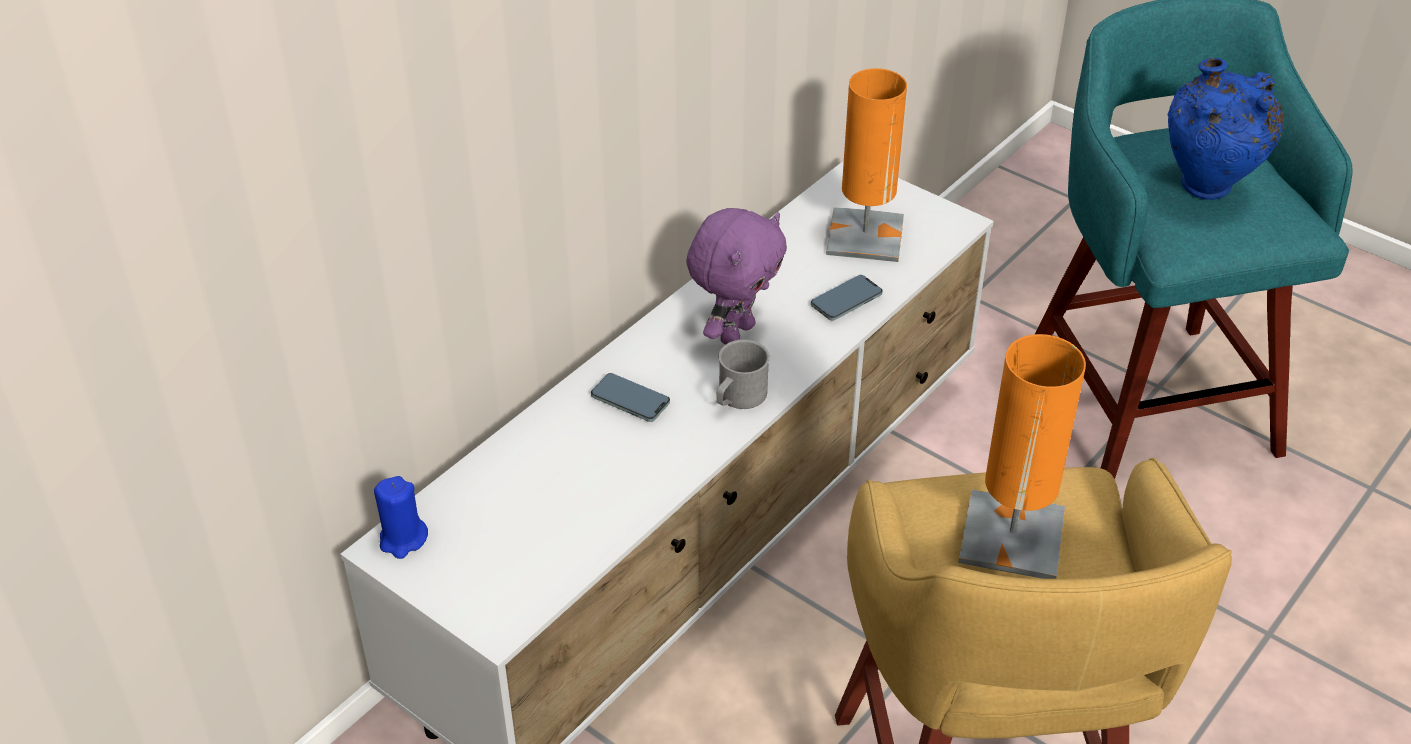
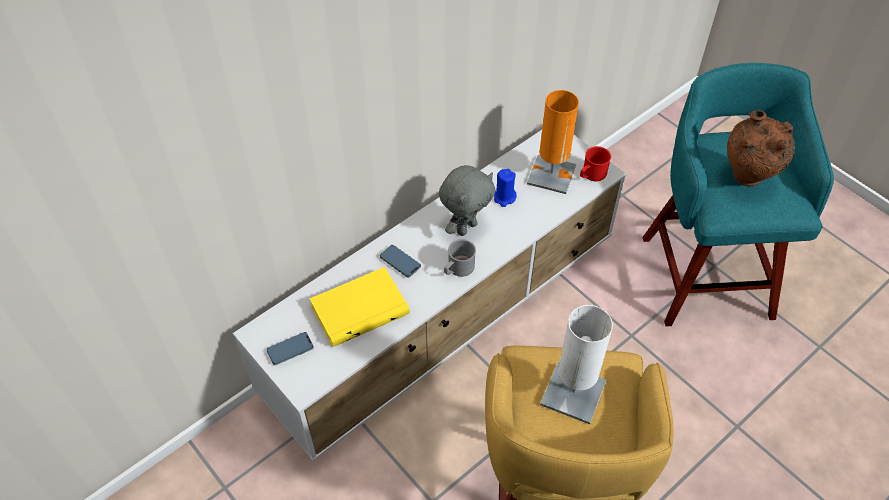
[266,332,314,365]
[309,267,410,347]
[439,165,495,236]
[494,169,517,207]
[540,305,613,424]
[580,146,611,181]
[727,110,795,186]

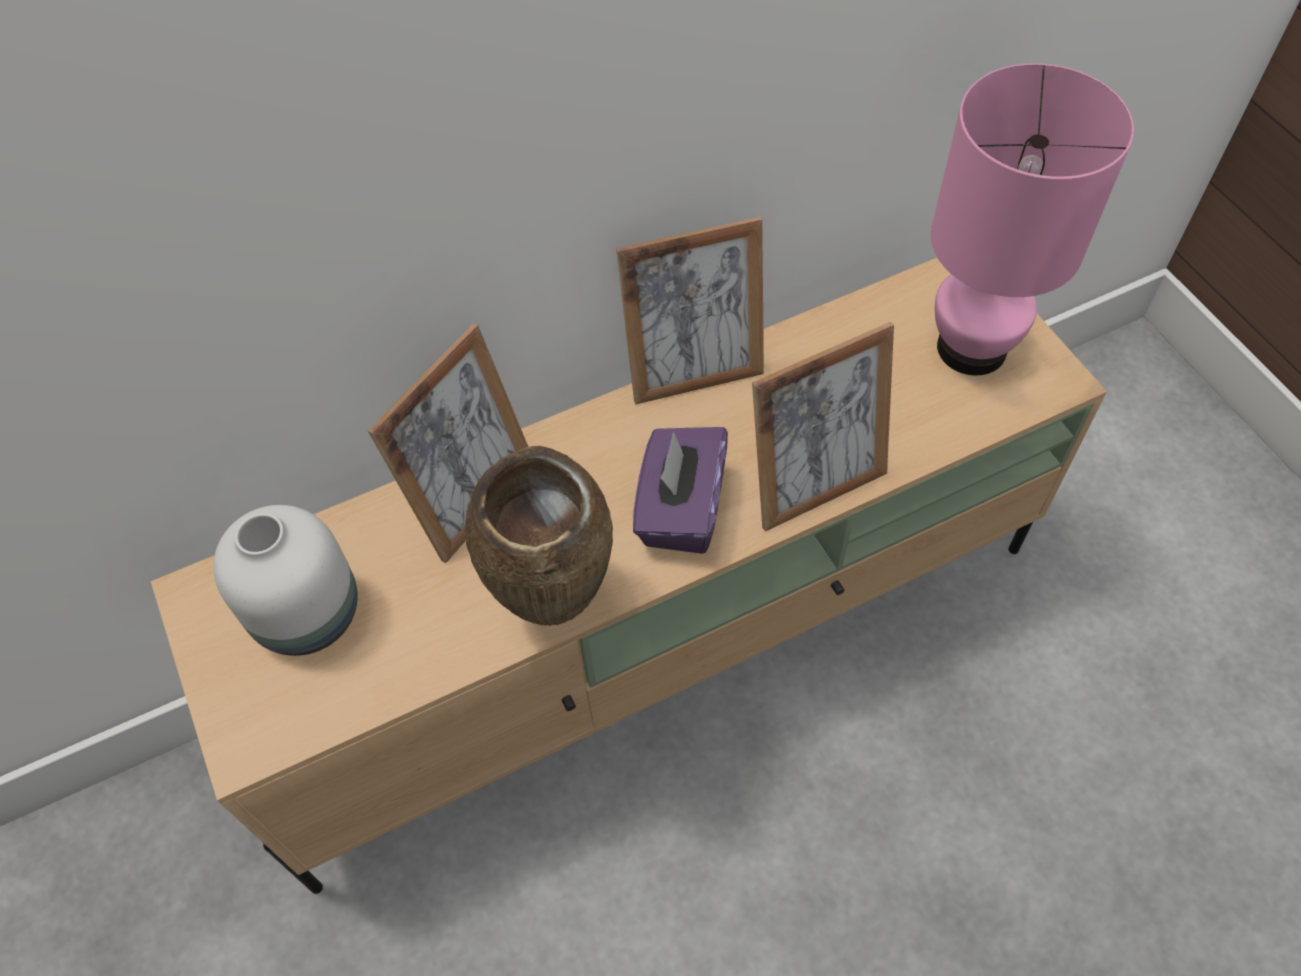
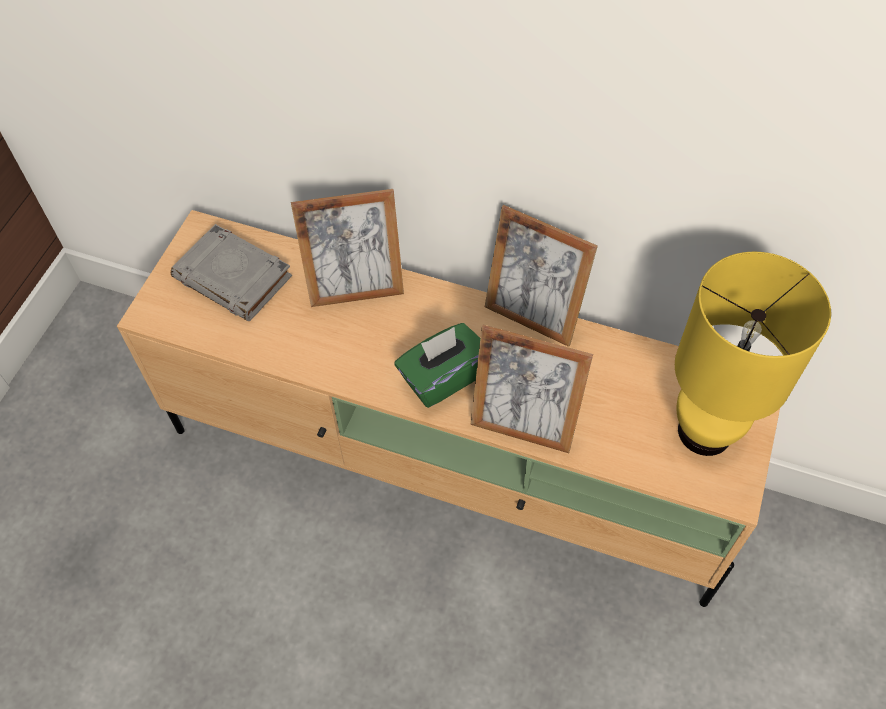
[171,224,292,321]
[394,323,480,408]
[675,252,831,456]
[464,446,613,626] (first image)

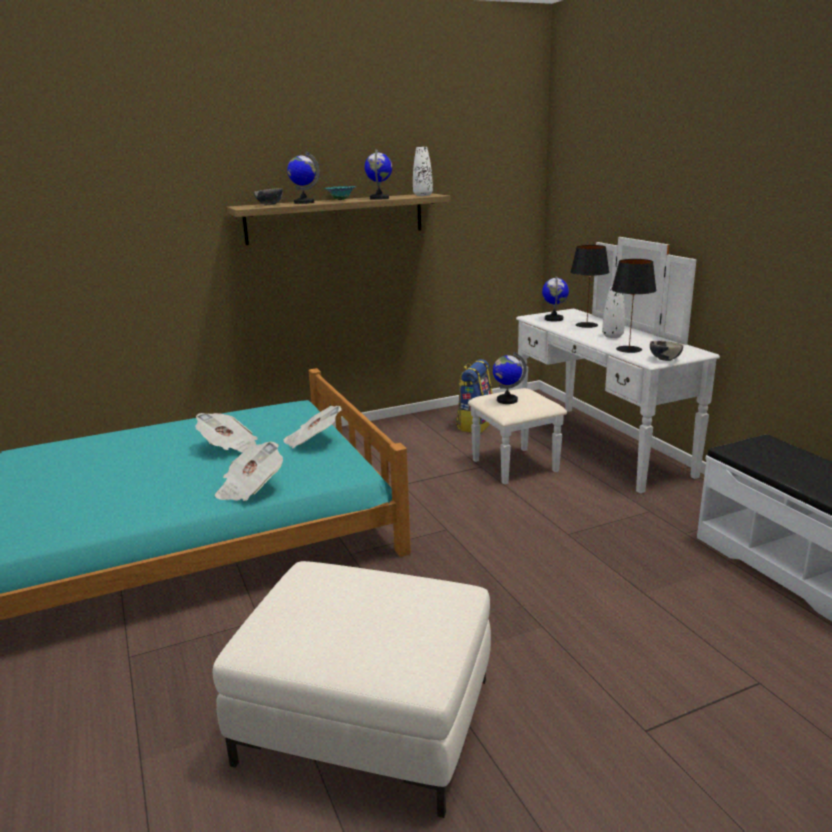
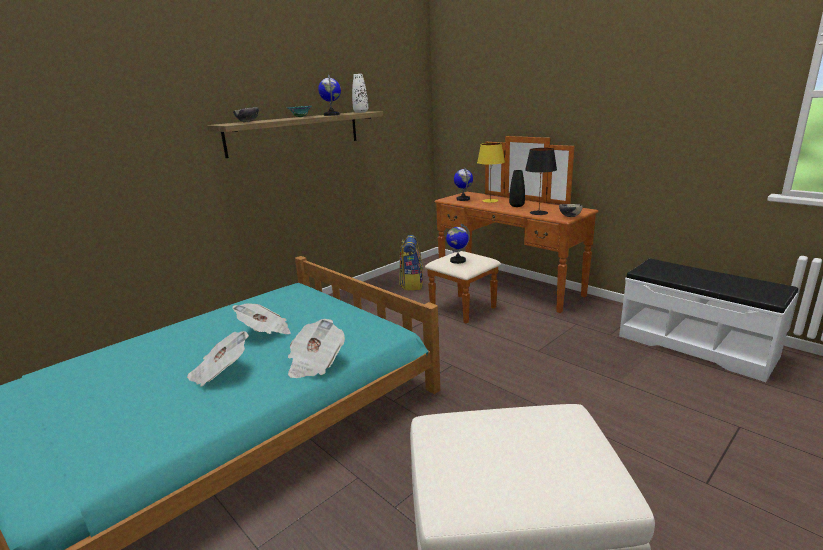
[187,331,249,386]
[425,136,598,324]
[477,143,505,203]
[509,170,525,207]
[287,151,320,204] (first image)

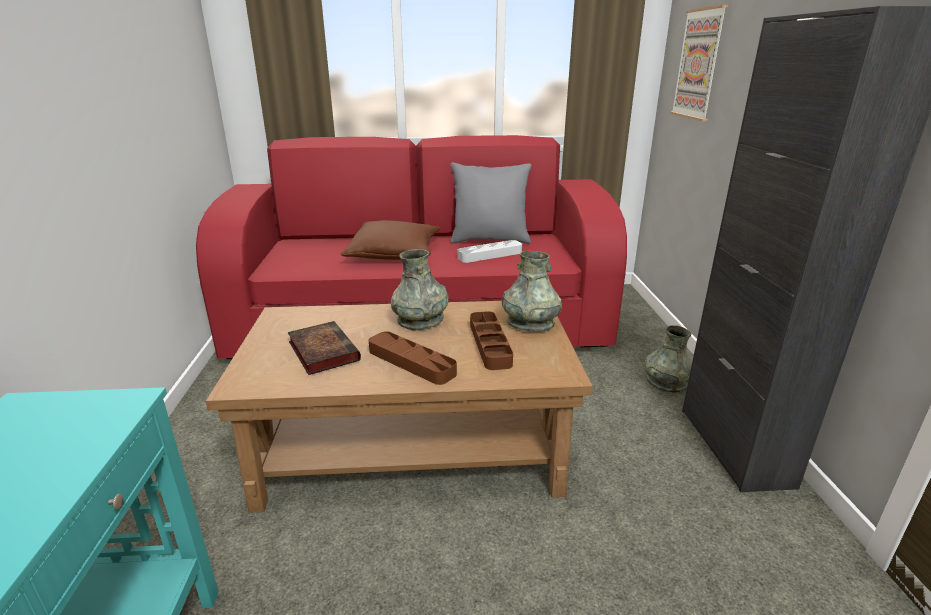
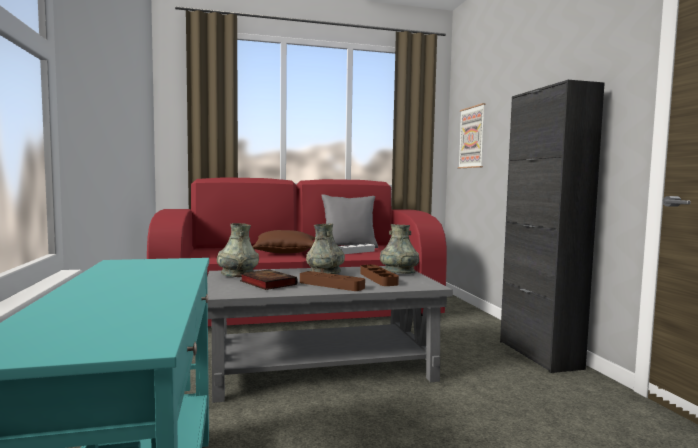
[207,266,453,403]
[217,223,259,277]

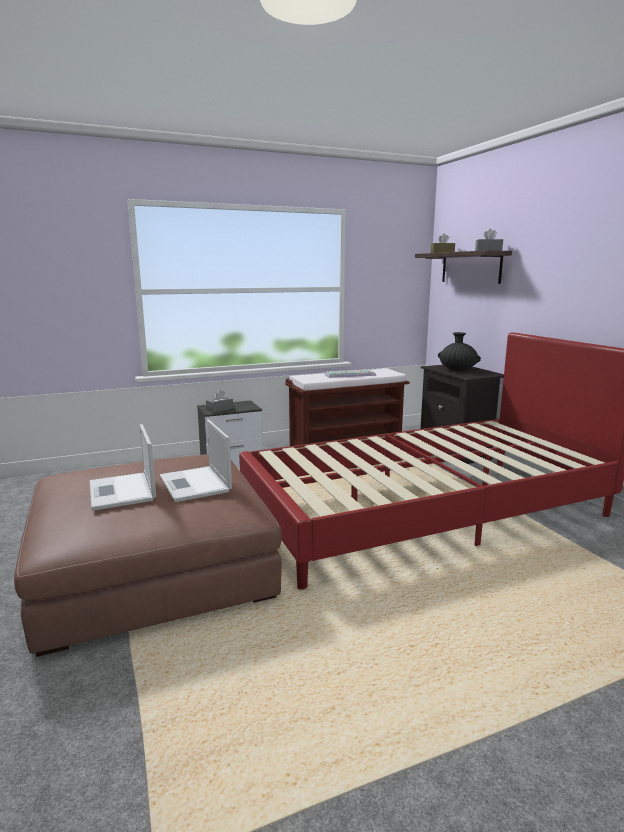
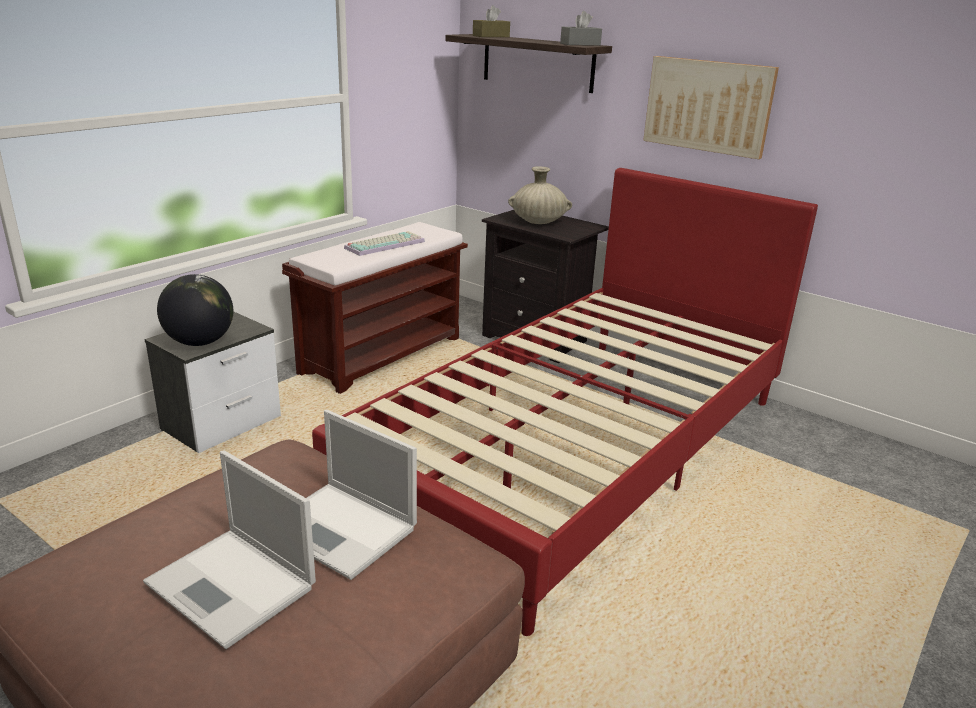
[157,274,233,346]
[508,166,572,224]
[643,56,779,159]

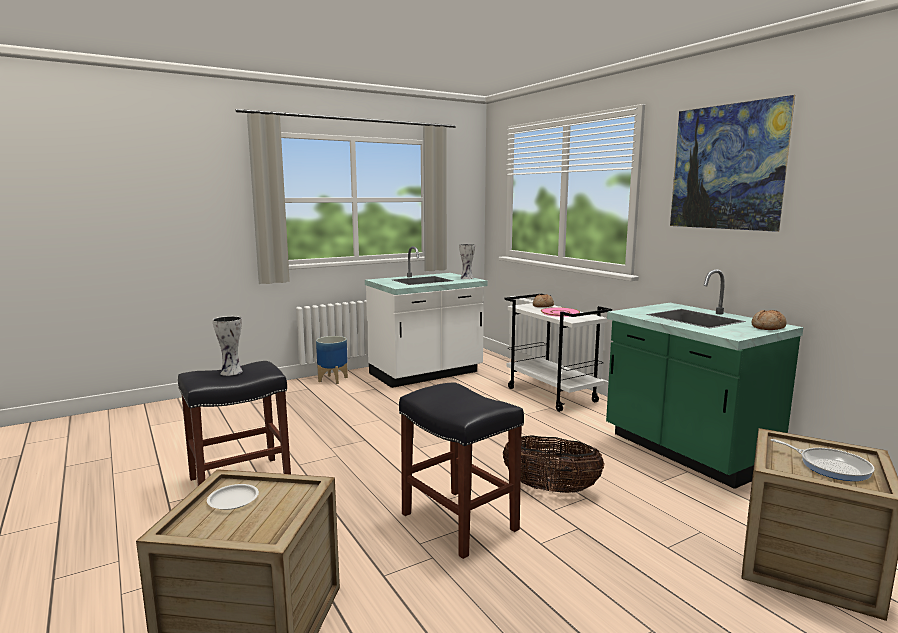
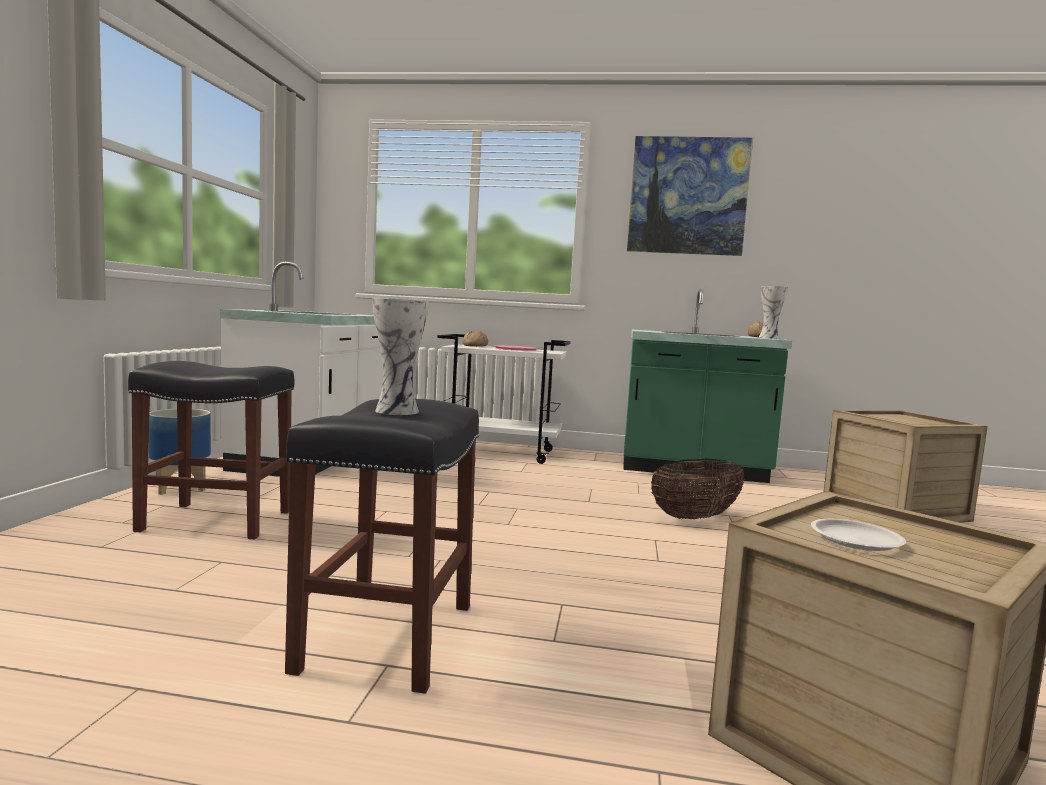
[128,361,294,539]
[759,286,788,339]
[771,439,875,481] (first image)

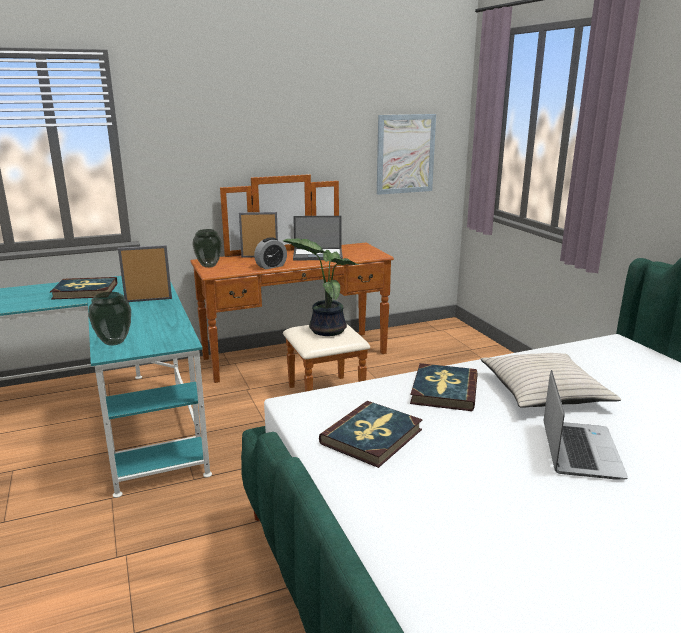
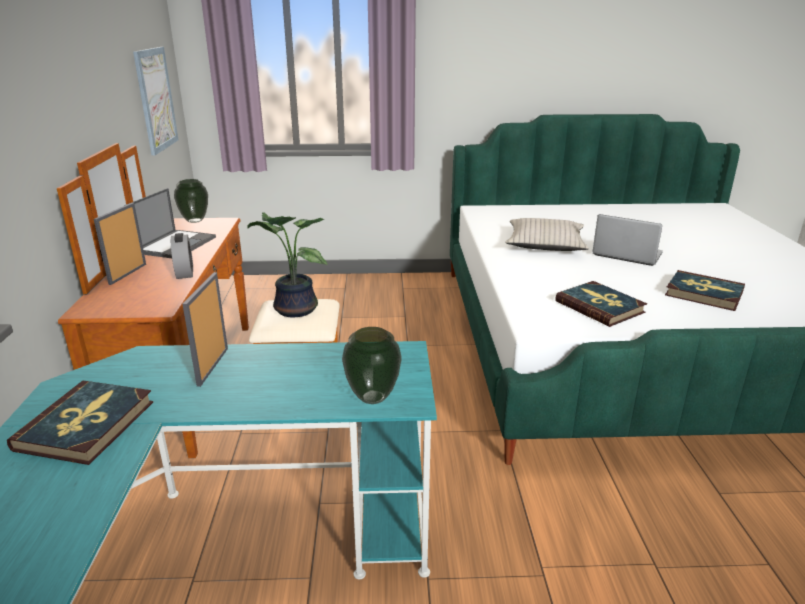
[174,179,208,223]
[665,270,745,311]

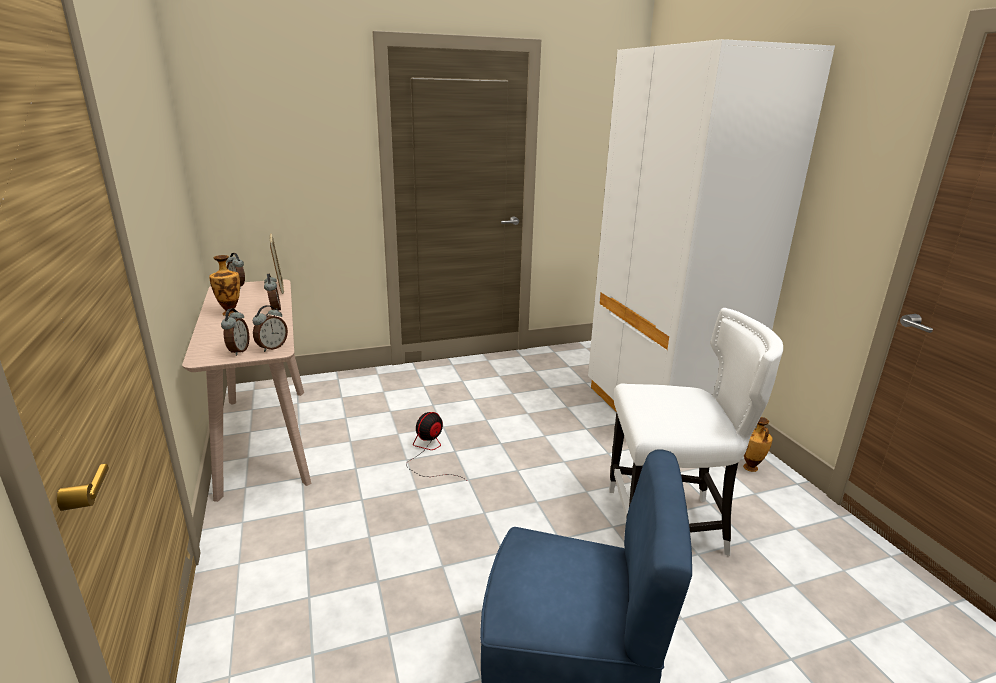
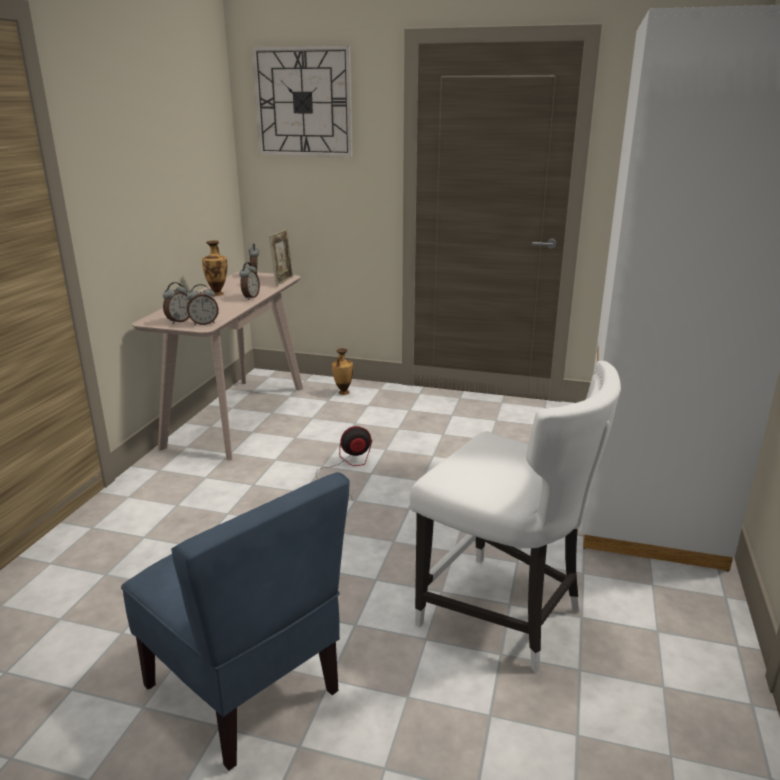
[252,45,353,157]
[332,348,353,395]

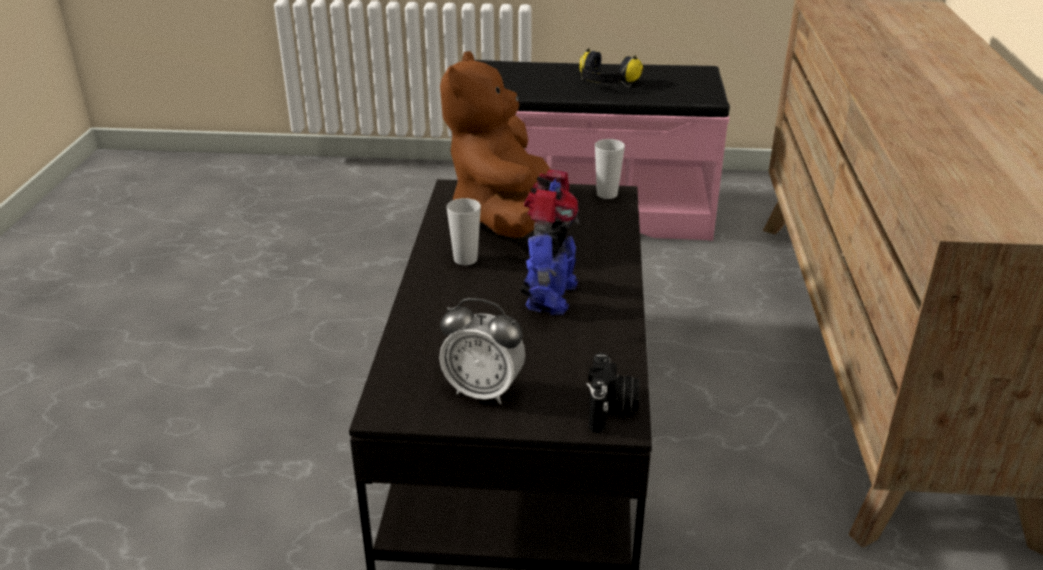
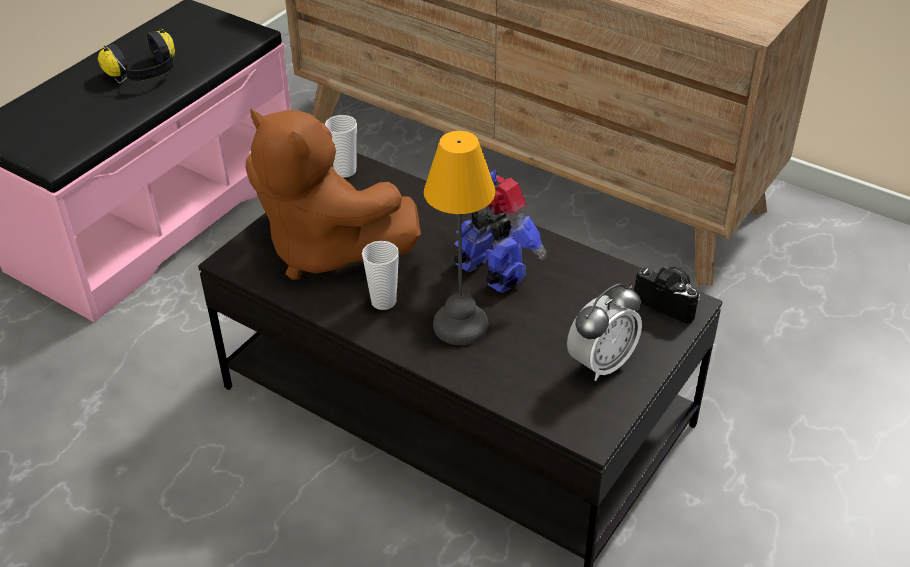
[423,131,496,345]

